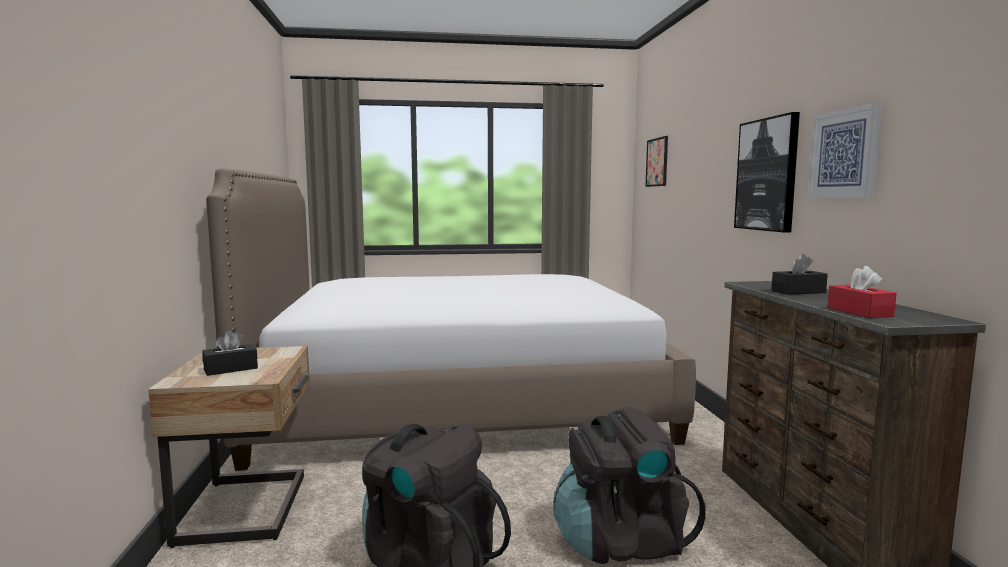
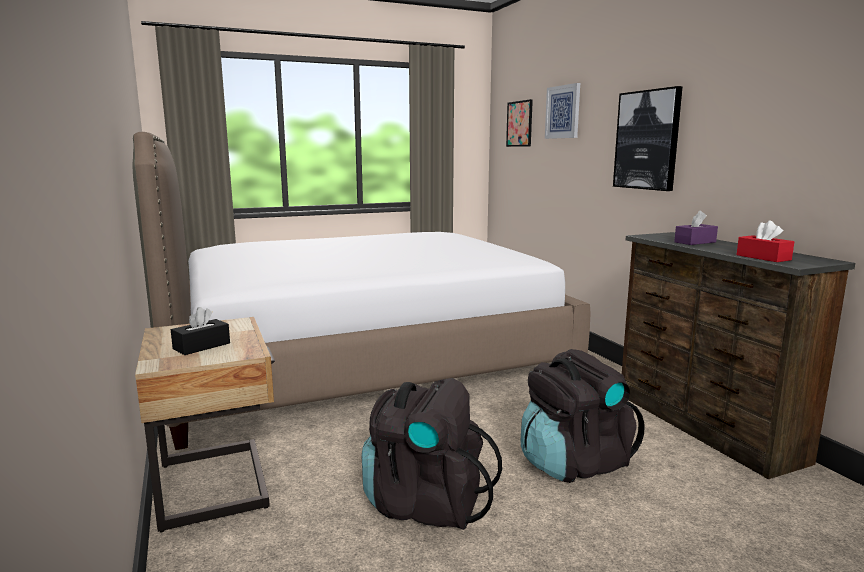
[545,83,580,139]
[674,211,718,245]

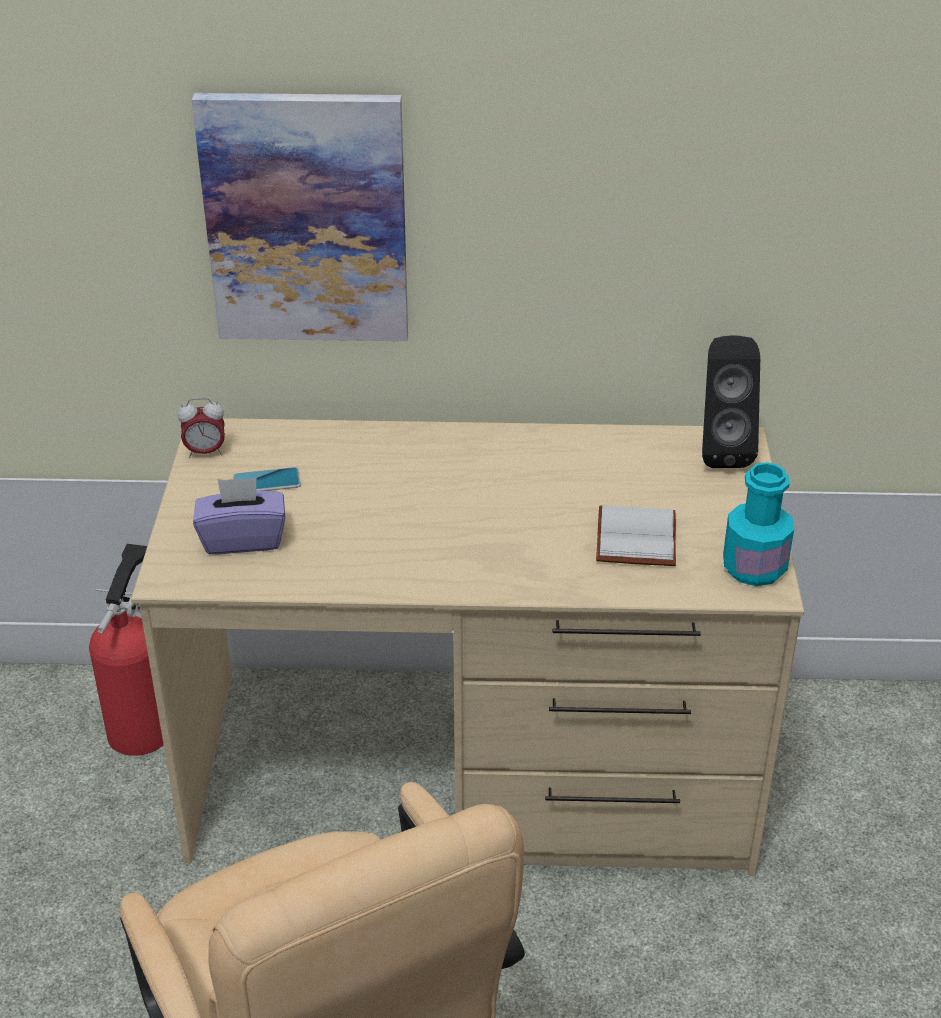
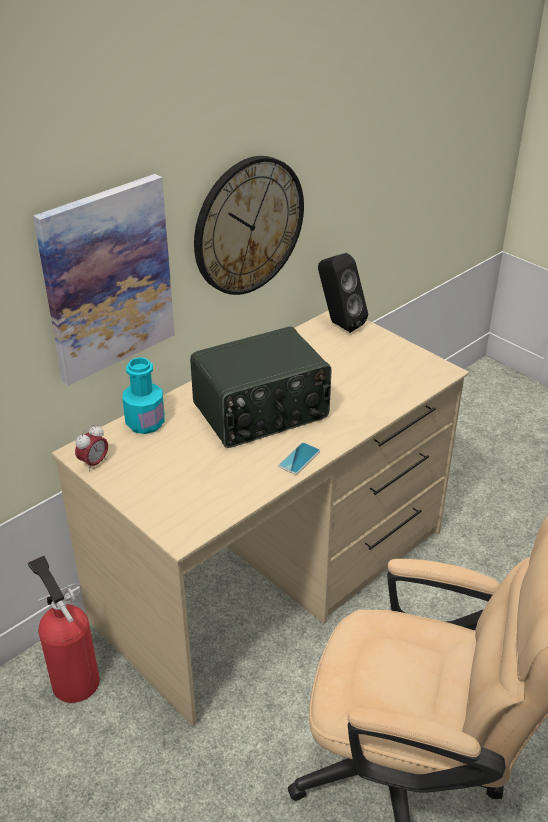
[122,357,165,434]
[190,326,332,448]
[194,156,304,295]
[278,442,320,475]
[193,478,285,554] (first image)
[596,505,676,566] (first image)

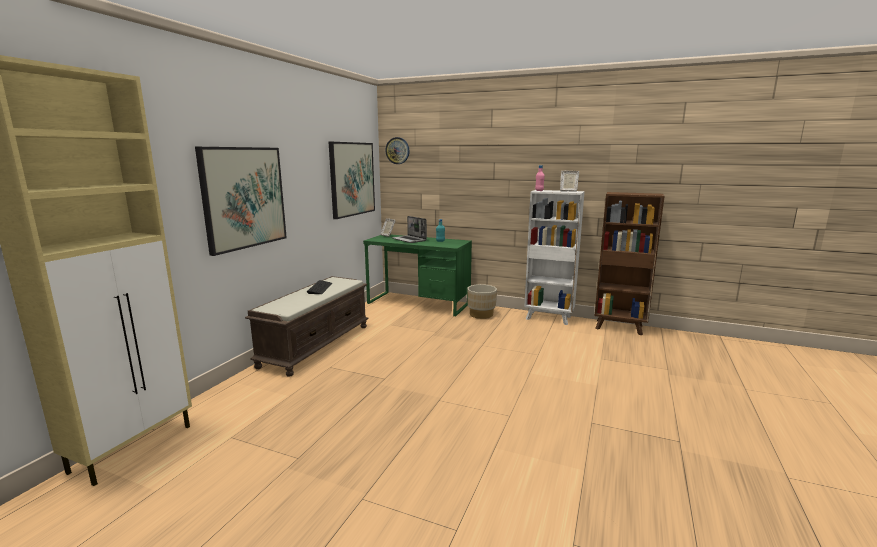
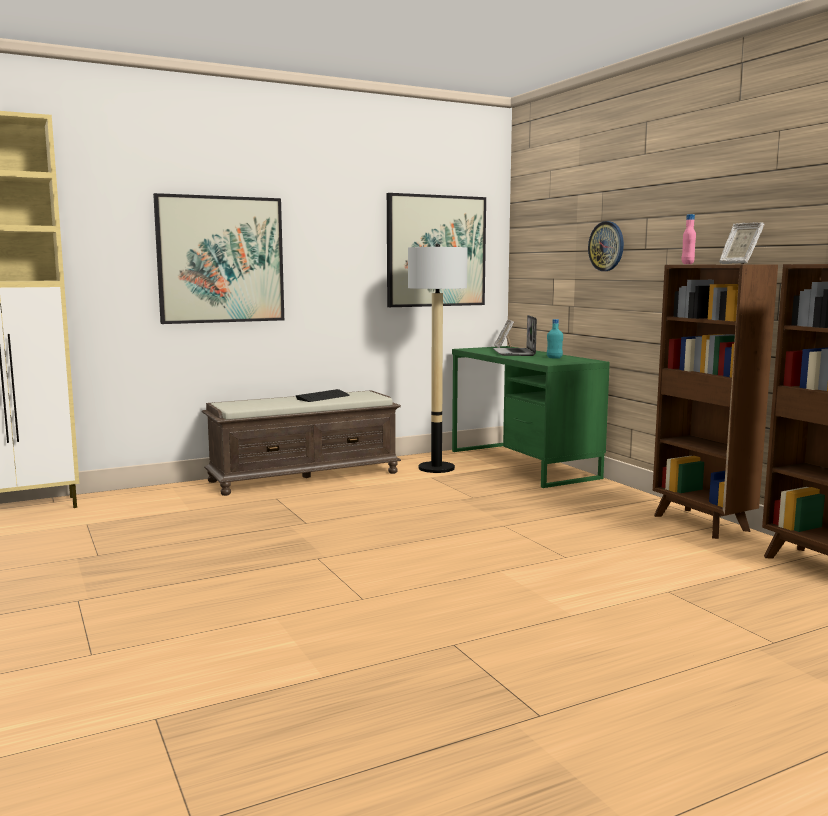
[408,244,468,473]
[588,221,624,271]
[653,264,778,539]
[467,284,497,319] (first image)

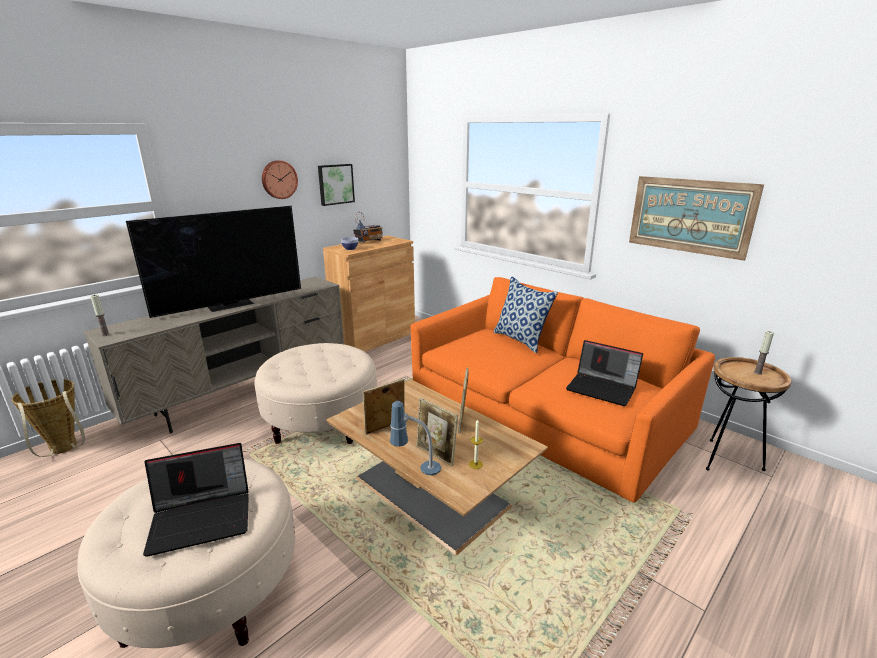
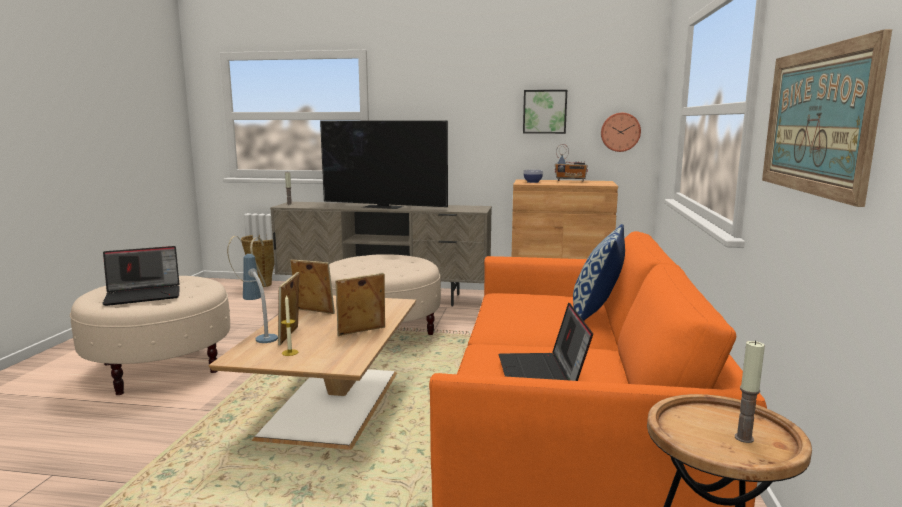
[102,246,179,306]
[601,113,641,152]

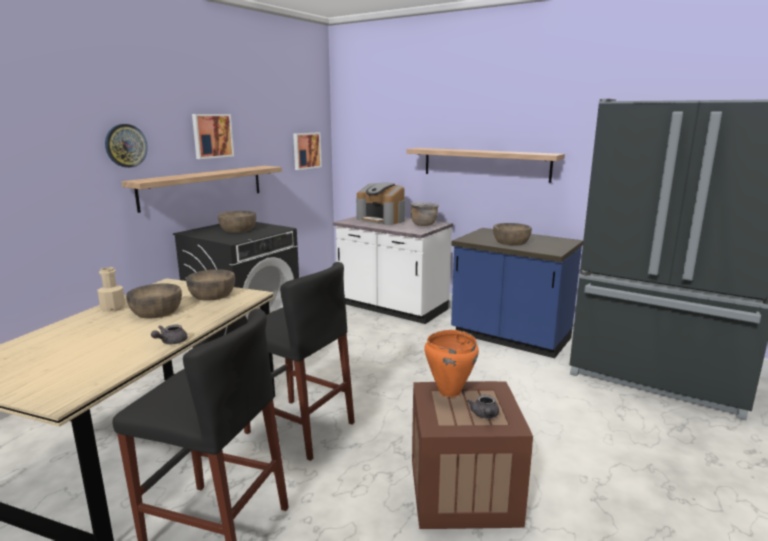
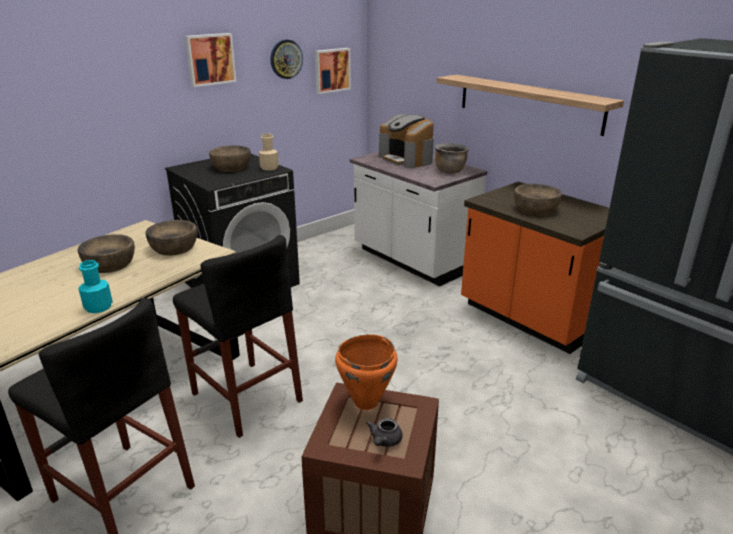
[78,260,113,313]
[259,134,279,171]
[270,39,303,79]
[461,182,609,354]
[122,166,282,213] (first image)

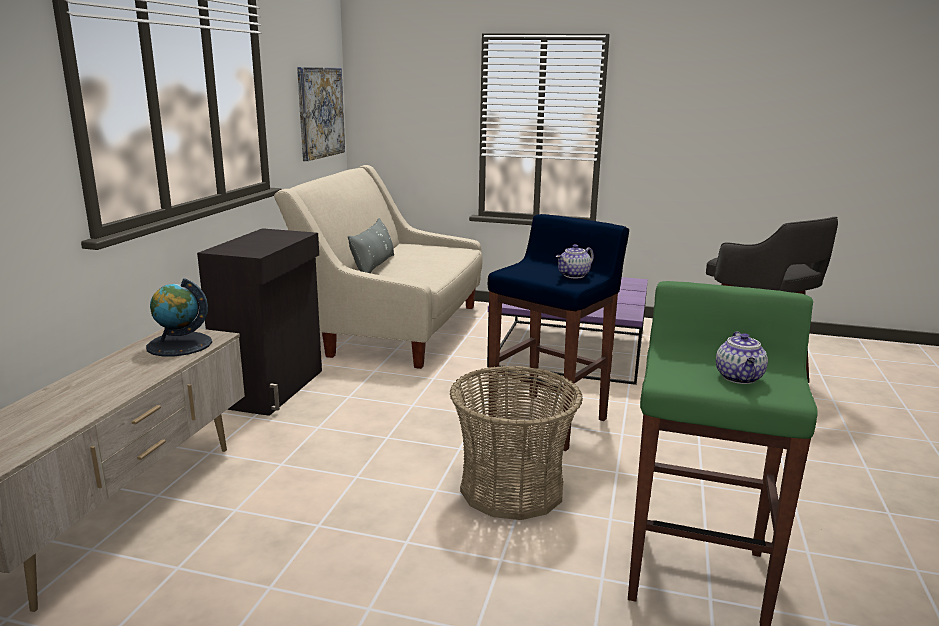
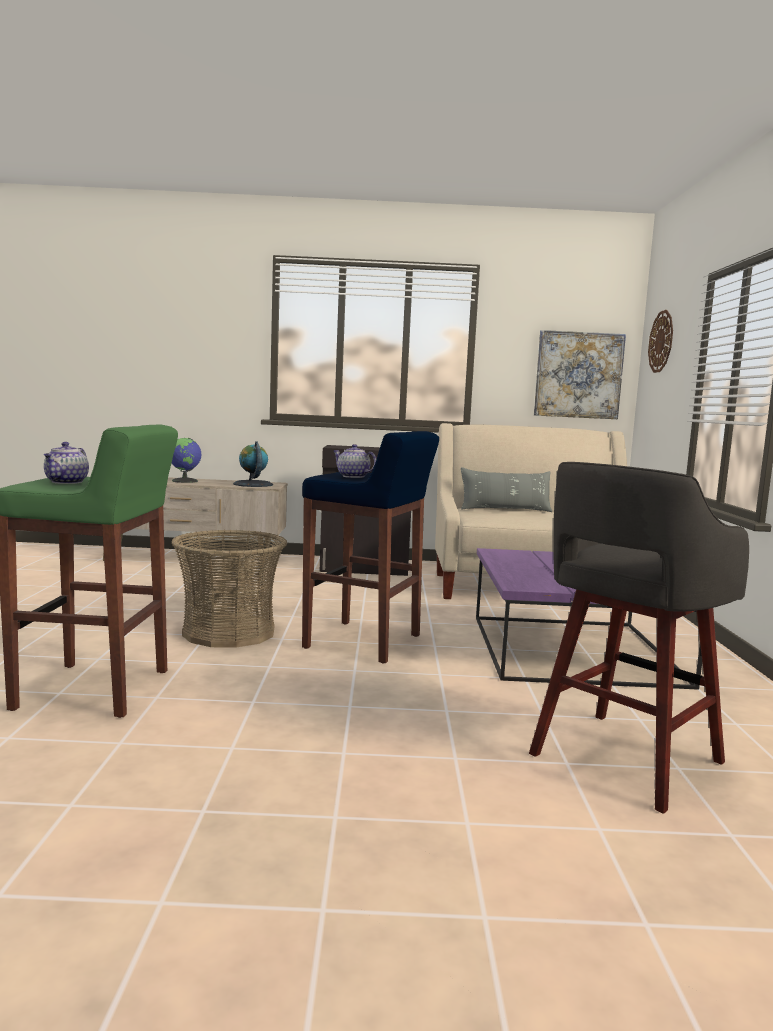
[44,442,89,484]
[172,438,201,483]
[648,310,673,373]

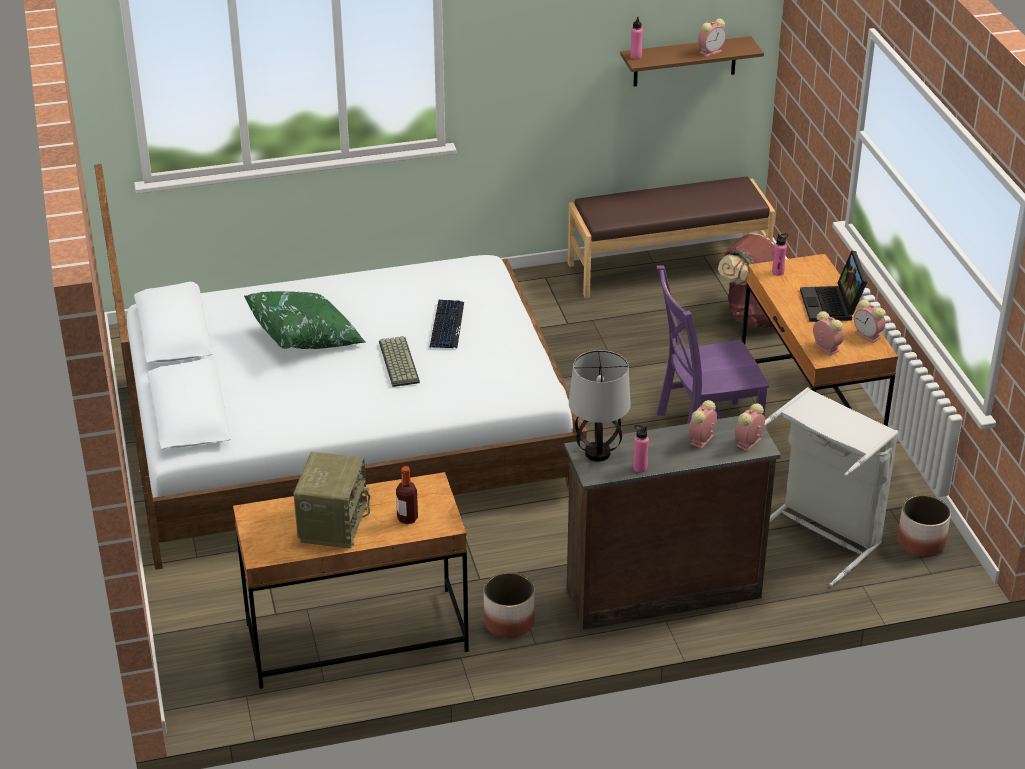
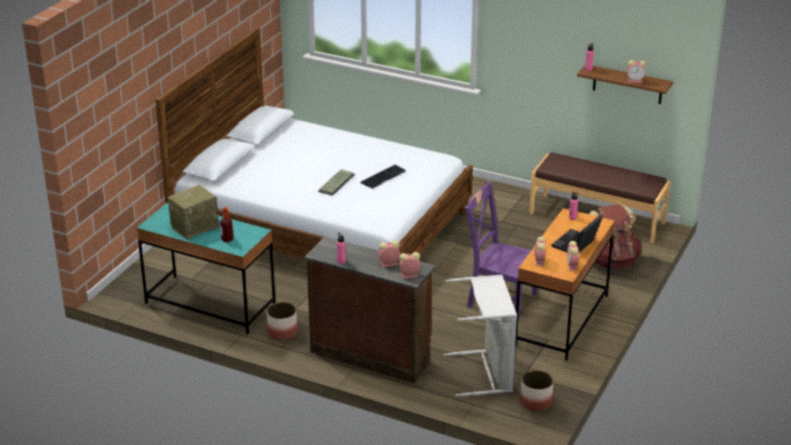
[137,202,276,334]
[244,291,366,349] (first image)
[569,350,631,461] (first image)

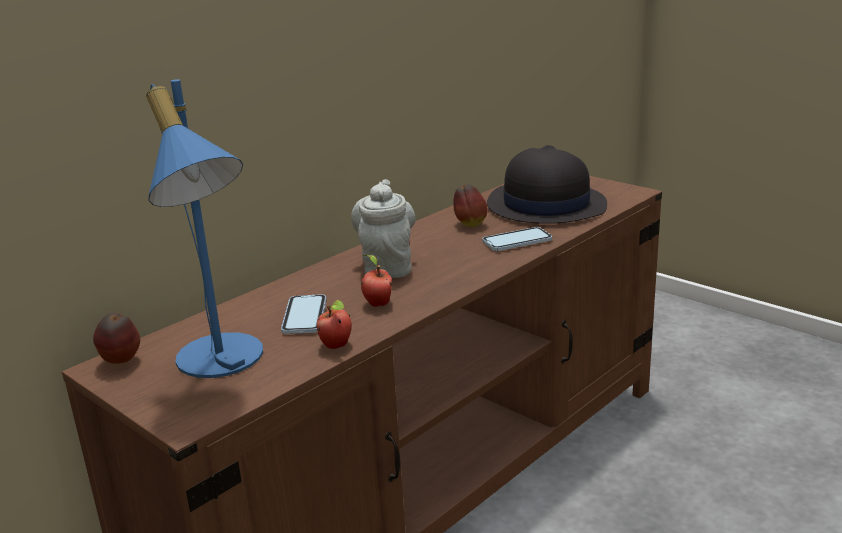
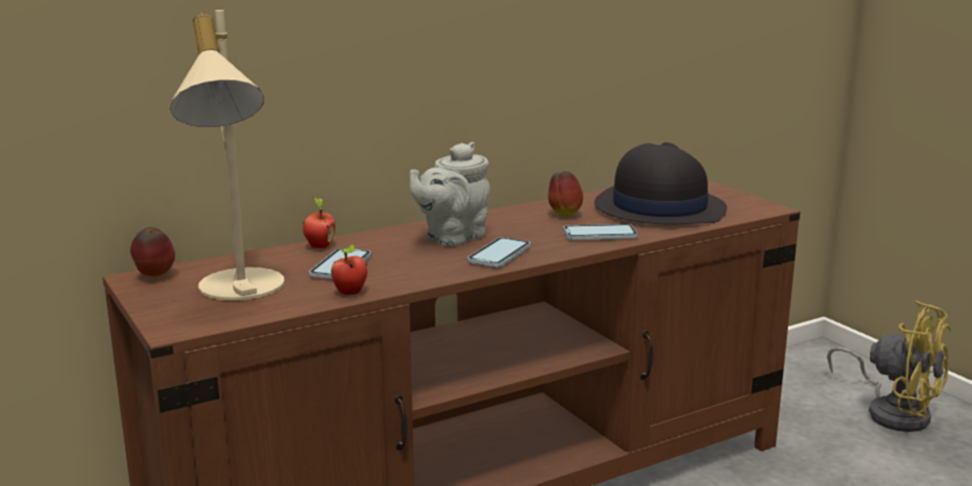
[169,10,285,301]
[303,197,335,248]
[409,142,490,246]
[468,237,530,267]
[827,301,952,432]

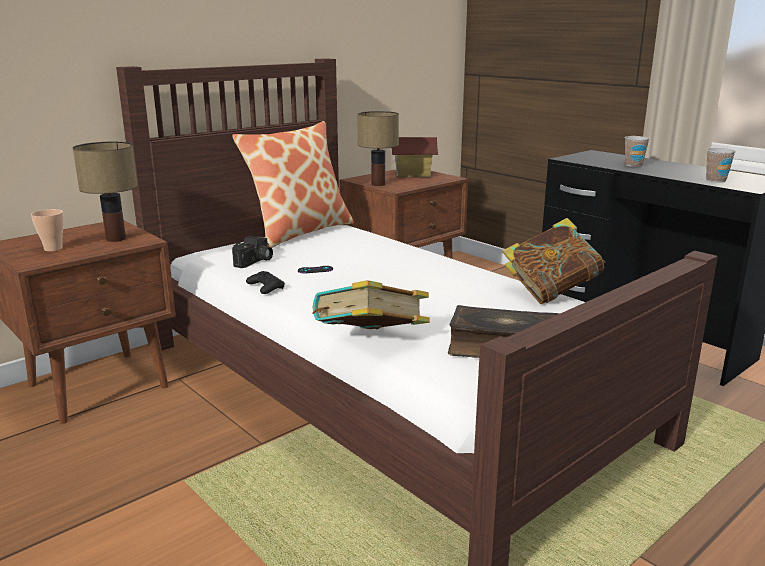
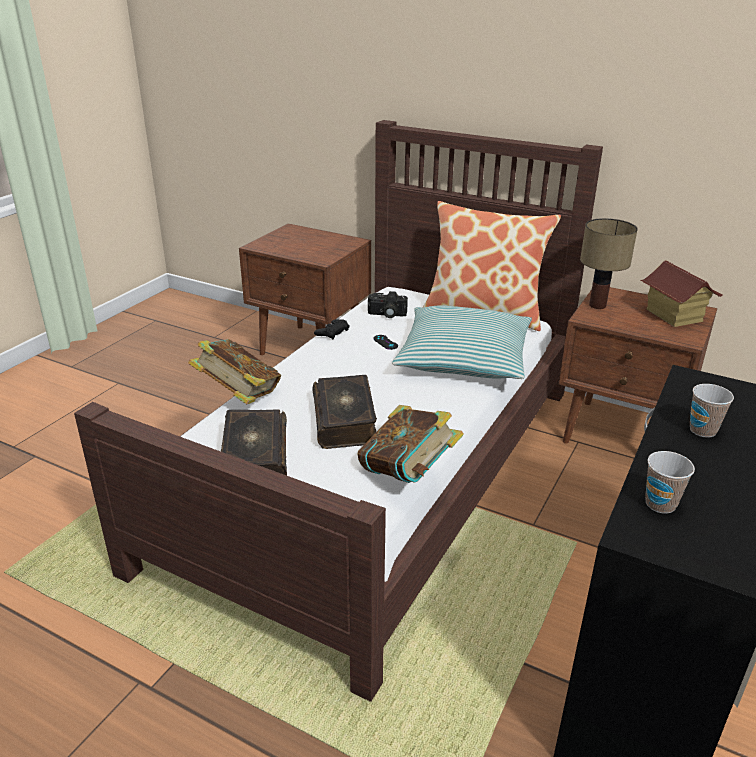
[312,375,377,449]
[392,306,532,379]
[31,209,64,252] (first image)
[73,142,138,242] (first image)

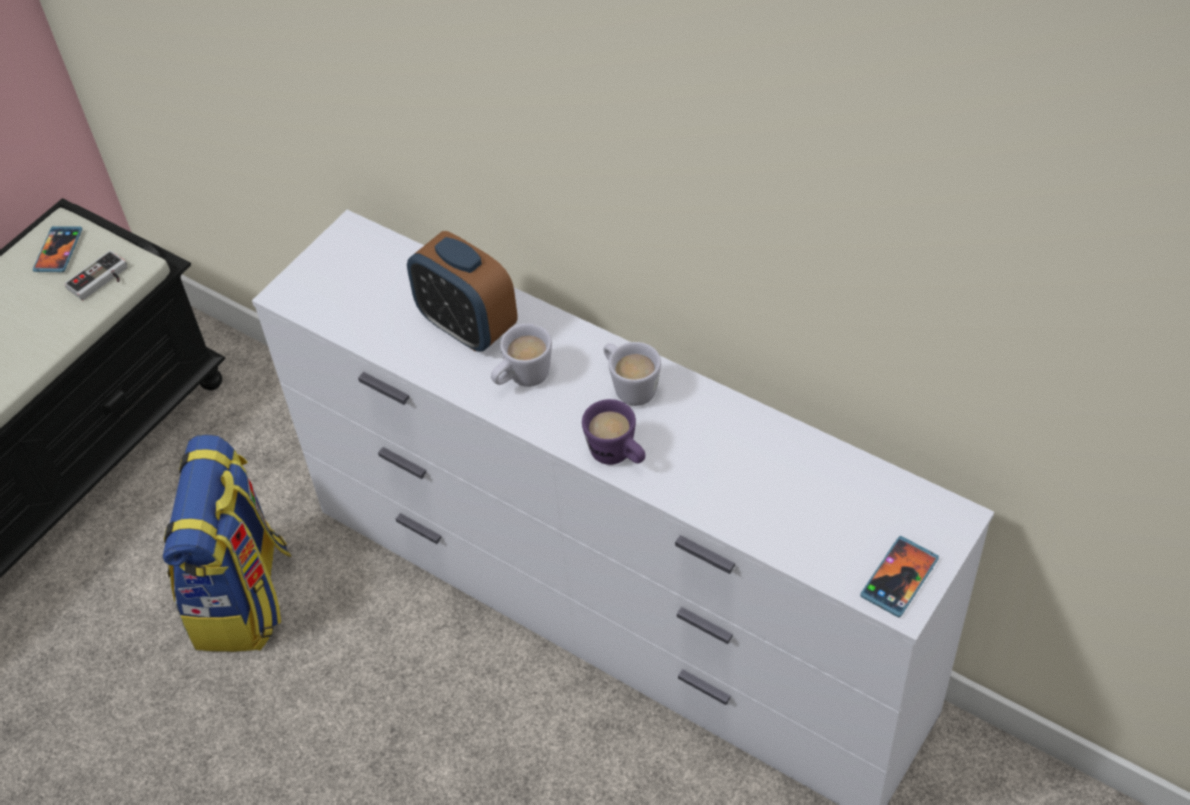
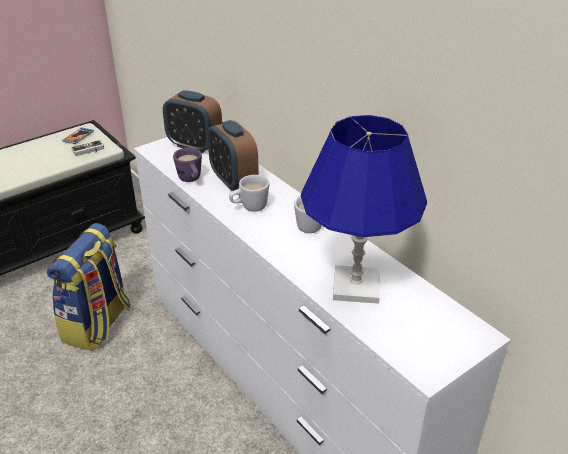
[163,90,222,153]
[173,148,202,182]
[301,115,427,304]
[860,536,939,617] (first image)

